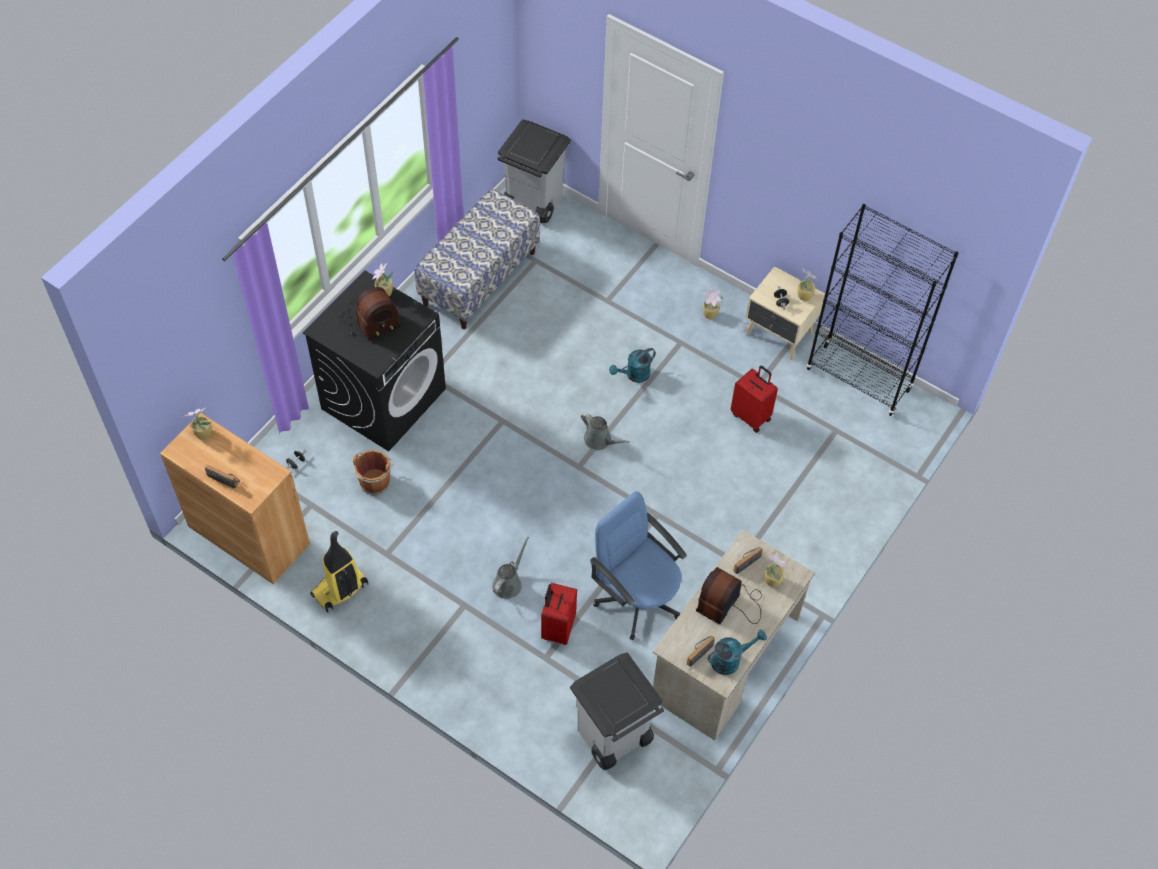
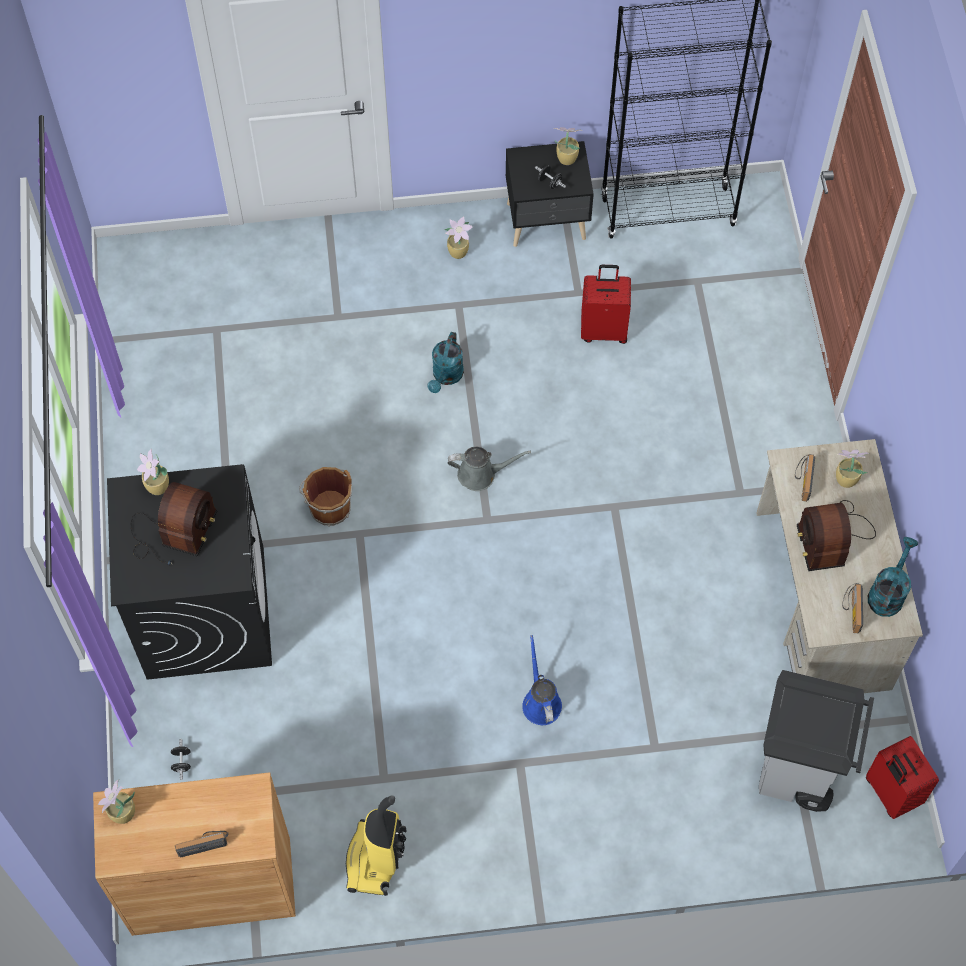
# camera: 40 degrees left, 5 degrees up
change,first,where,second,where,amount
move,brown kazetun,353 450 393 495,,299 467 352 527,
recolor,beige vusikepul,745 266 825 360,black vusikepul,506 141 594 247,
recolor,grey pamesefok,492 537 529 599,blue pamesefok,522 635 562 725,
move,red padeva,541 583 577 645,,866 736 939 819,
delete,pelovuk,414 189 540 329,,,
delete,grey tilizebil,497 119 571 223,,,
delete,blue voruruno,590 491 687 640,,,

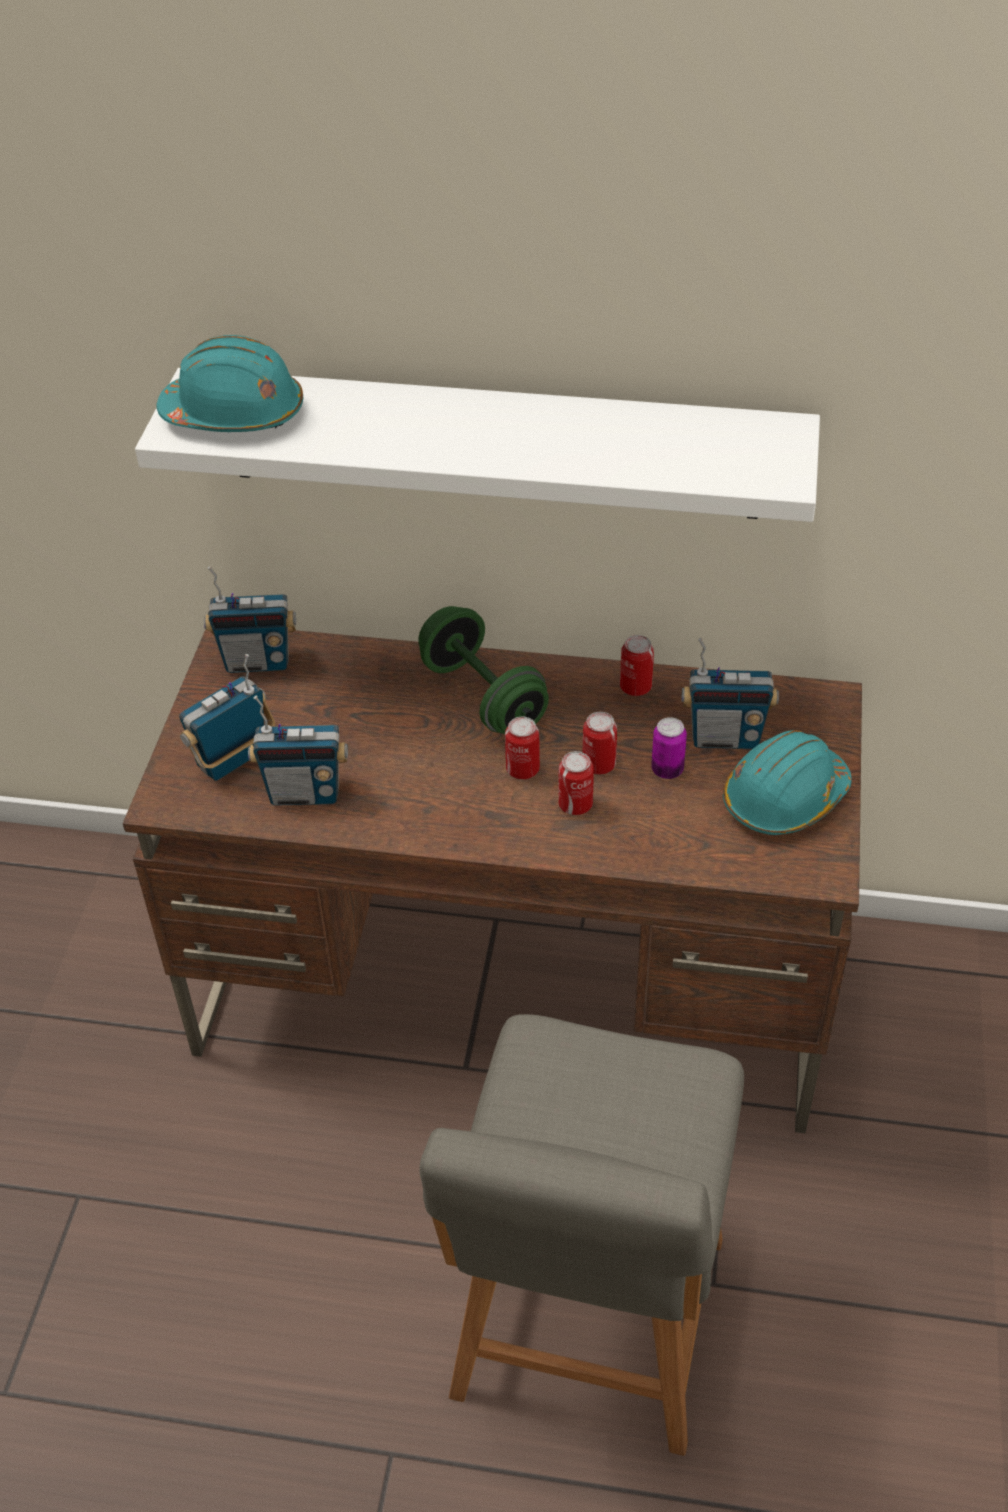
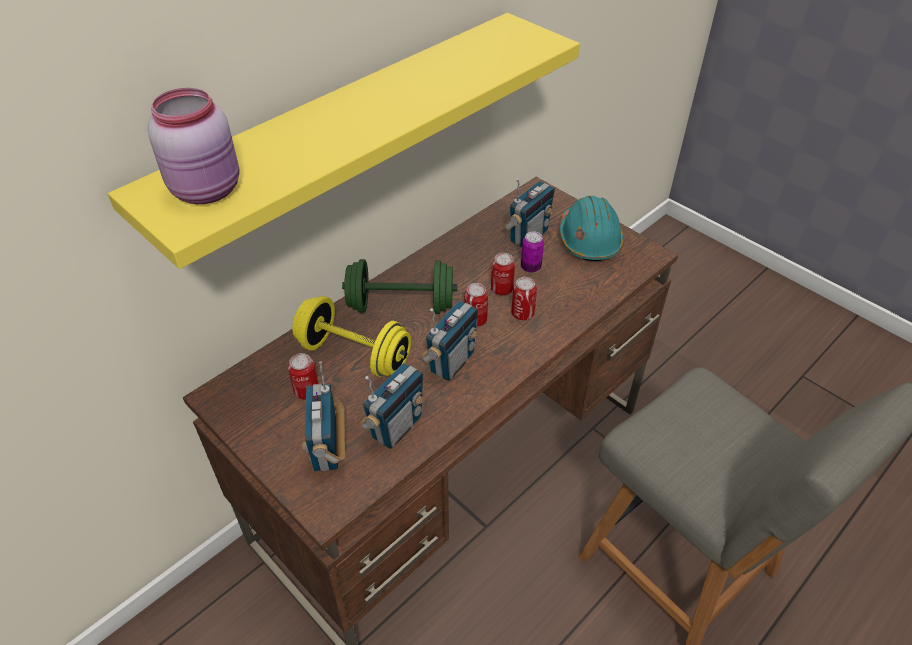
# camera: 55 degrees left, 0 degrees up
change,first,where,second,where,amount
recolor,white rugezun,135 368 820 522,yellow rugezun,108 13 580 269,
replace,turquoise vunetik,156 335 303 432,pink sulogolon,148 88 240 204,
move,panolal,620 635 654 696,,288 353 318 400,
insert,,,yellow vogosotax,292 296 411 377,
move,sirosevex,204 566 296 673,,420 301 478 381,

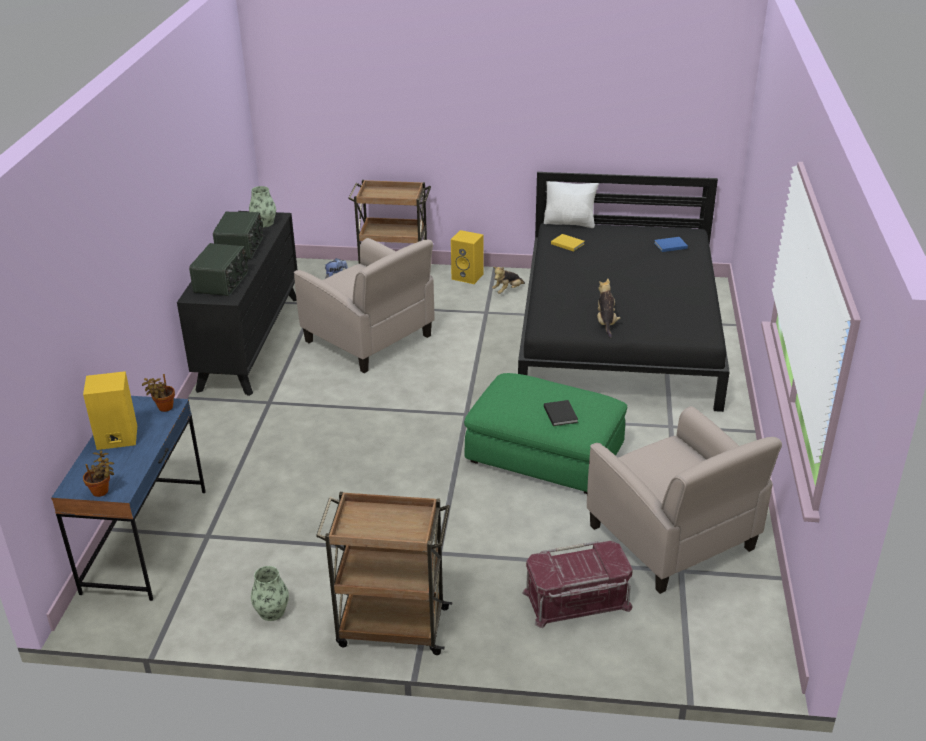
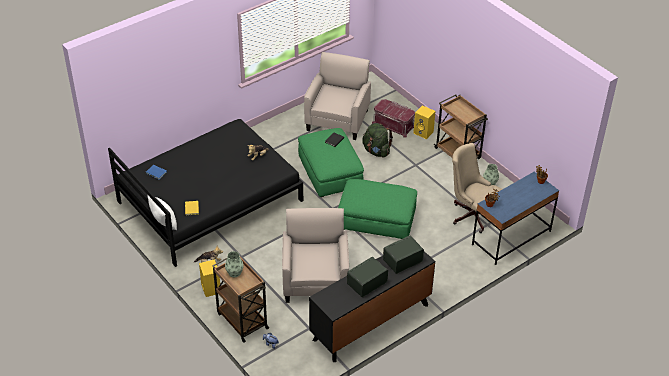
# camera: 135 degrees left, 10 degrees up
change,first,where,second,where,amount
move,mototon,249 186 276 227,,225 251 244 277,
insert,,,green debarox,338 179 417 239,
insert,,,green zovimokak,362 123 393 158,
move,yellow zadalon,83 371 137 450,,413 105 435 139,
insert,,,beige voruruno,452 143 502 233,

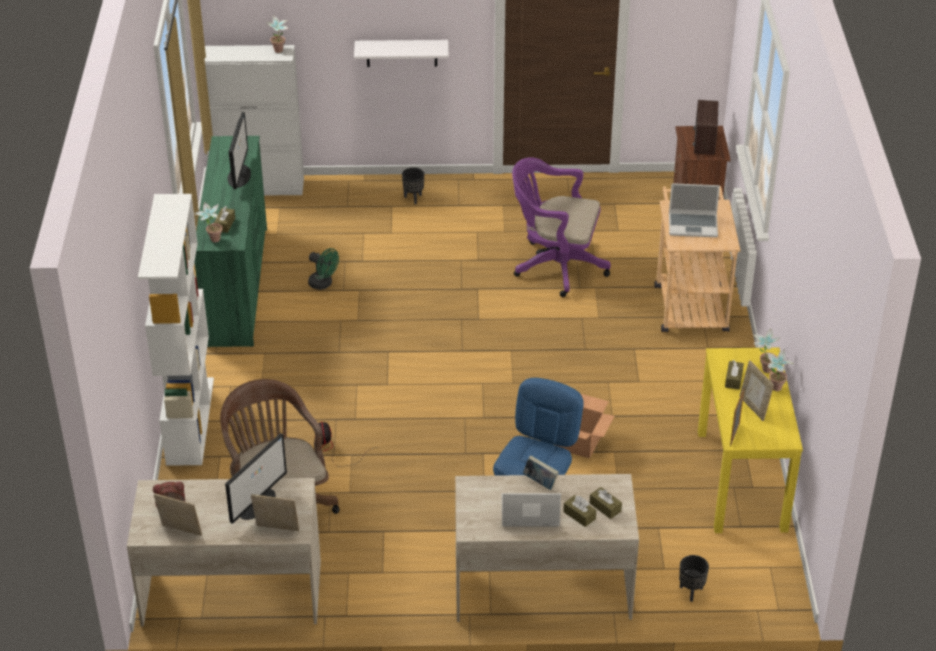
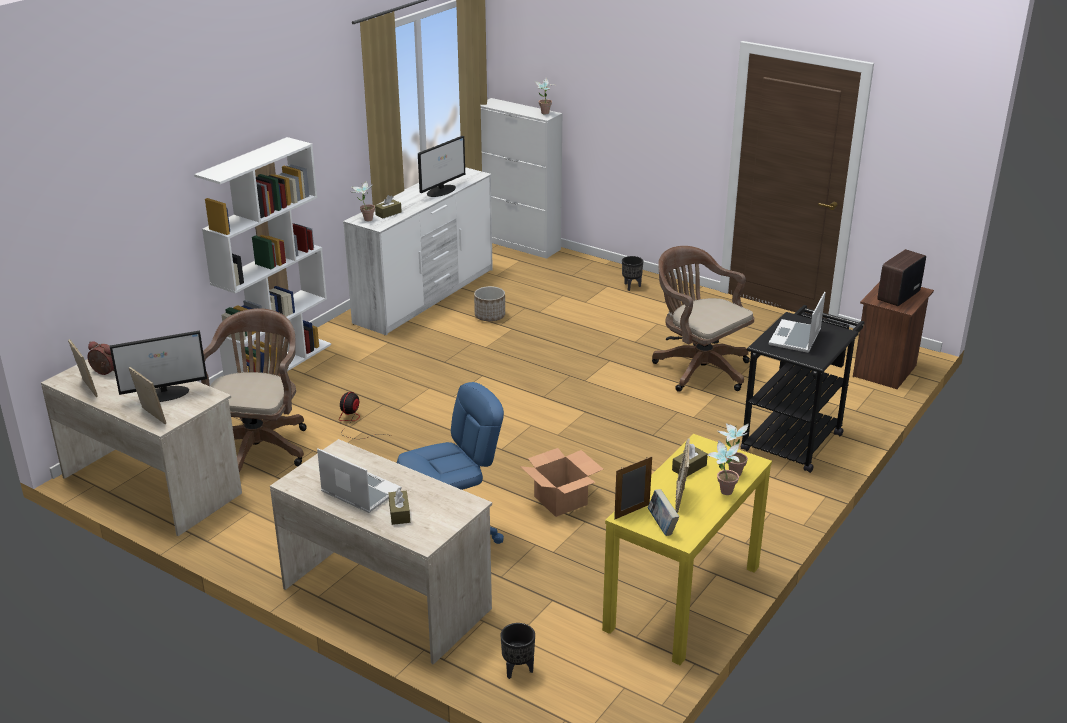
# camera: 35 degrees right, 10 degrees down
change,first,where,second,where,amount
recolor,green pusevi,194 136 267 347,white pusevi,343 167 493 336,
replace,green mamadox,308 248 339 290,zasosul,474 286 505 321,
move,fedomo,523 455 559 490,,648 489 679 536,
recolor,purple voruruno,512 157 611 297,brown voruruno,652 246 754 392,
recolor,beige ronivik,654 186 741 332,black ronivik,741 305 865 473,
rotate,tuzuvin,669 183 720 237,,769 292 826 353,75 degrees clockwise
delete,white rugezun,354 40 449 67,,,
delete,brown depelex,589 487 622 519,,,

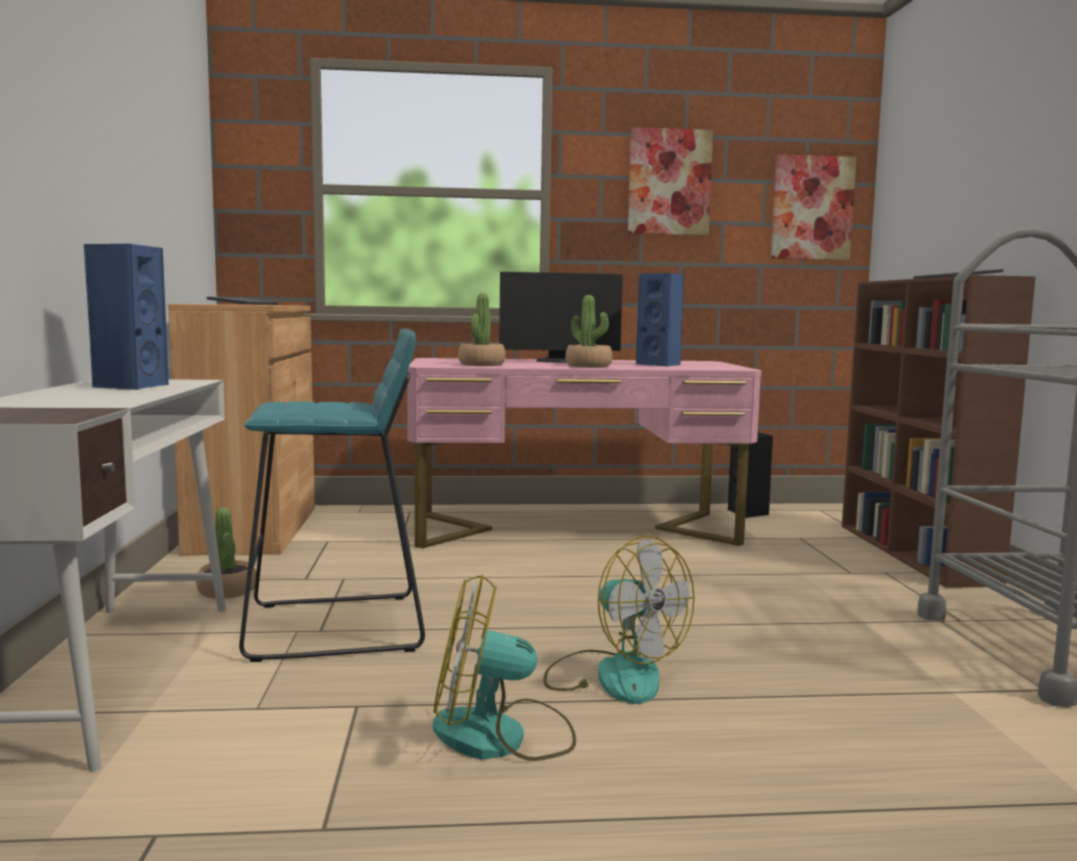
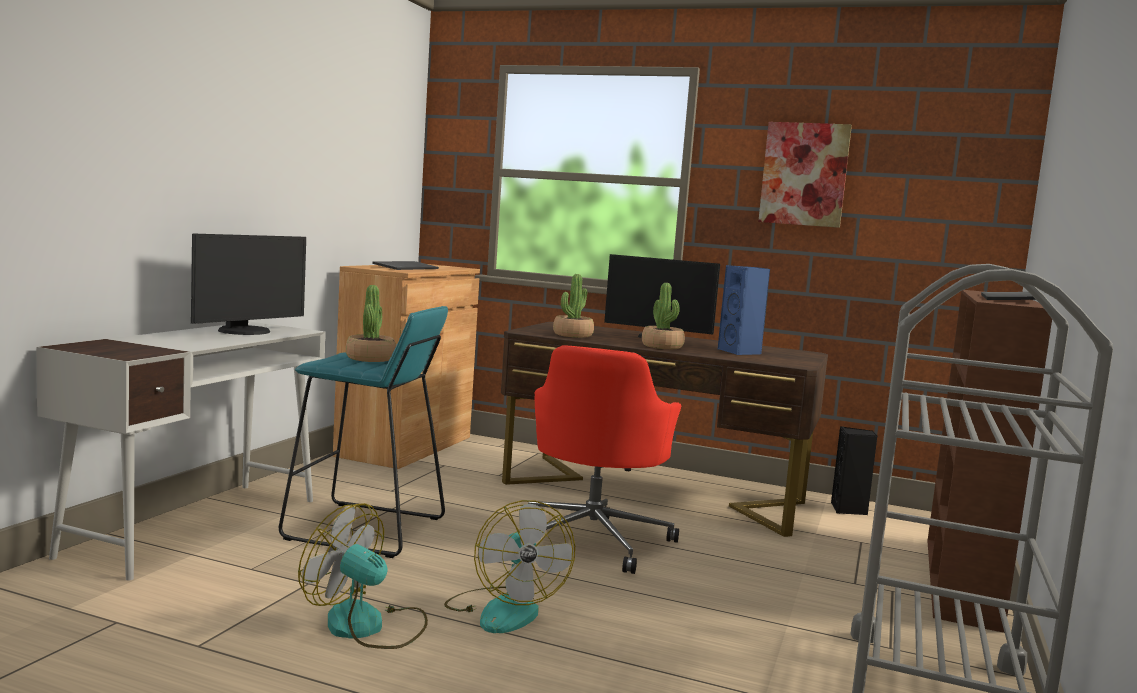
# camera: 25 degrees right, 0 degrees up
change,first,where,second,where,amount
replace,blue zadalon,84 244 169 390,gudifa,191 233 306 335,
move,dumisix,196 507 256 599,,345 285 396 362,
recolor,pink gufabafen,407 358 761 548,brown gufabafen,501 322 828 537,
insert,,,red voruruno,528 345 681 574,
delete,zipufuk,771 154 857 260,,,

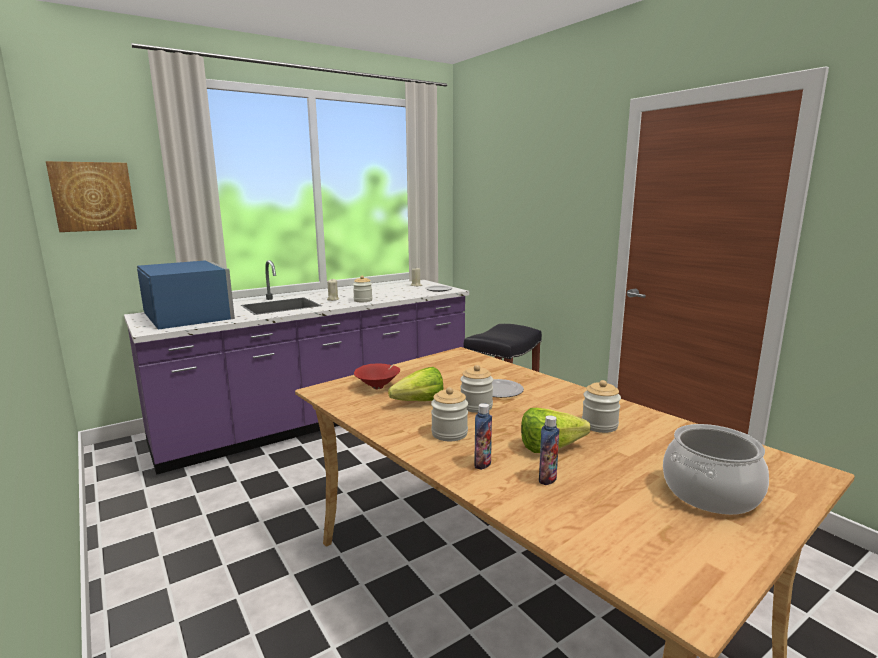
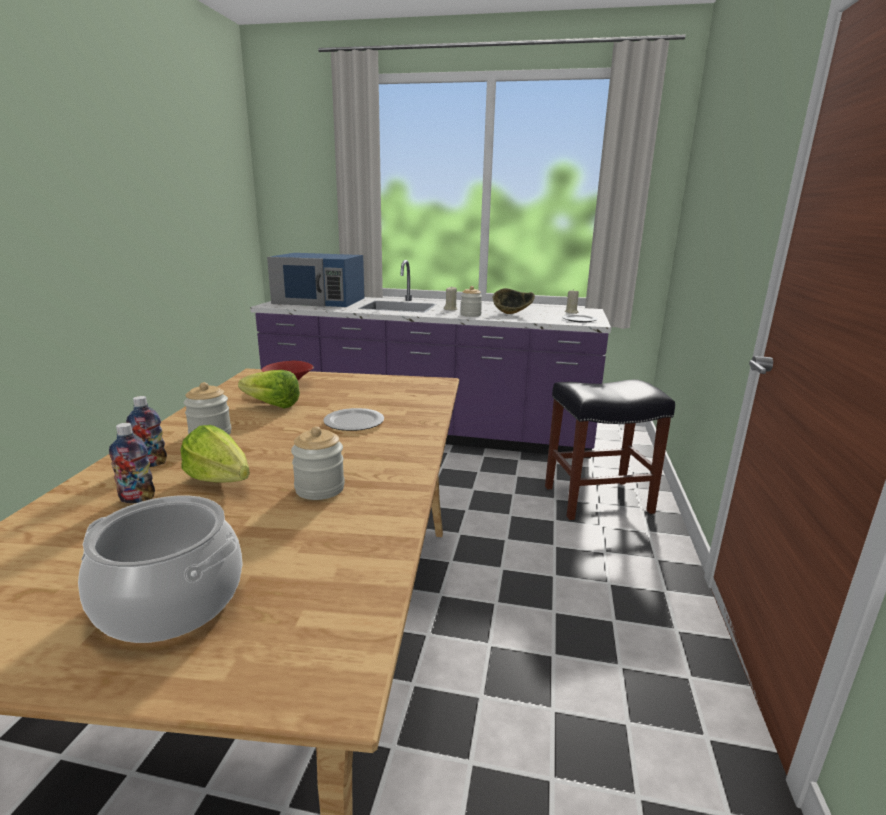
# camera: 45 degrees right, 5 degrees up
change,first,where,second,where,amount
rotate,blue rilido,137 261 235 330,,267 253 364 307,90 degrees clockwise
insert,,,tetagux,493 288 535 314,
delete,zipufuk,46 161 137 232,,,
delete,sulogolon,460 365 493 413,,,

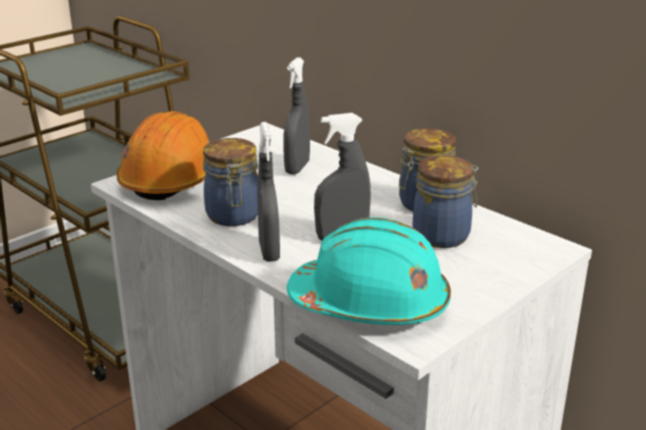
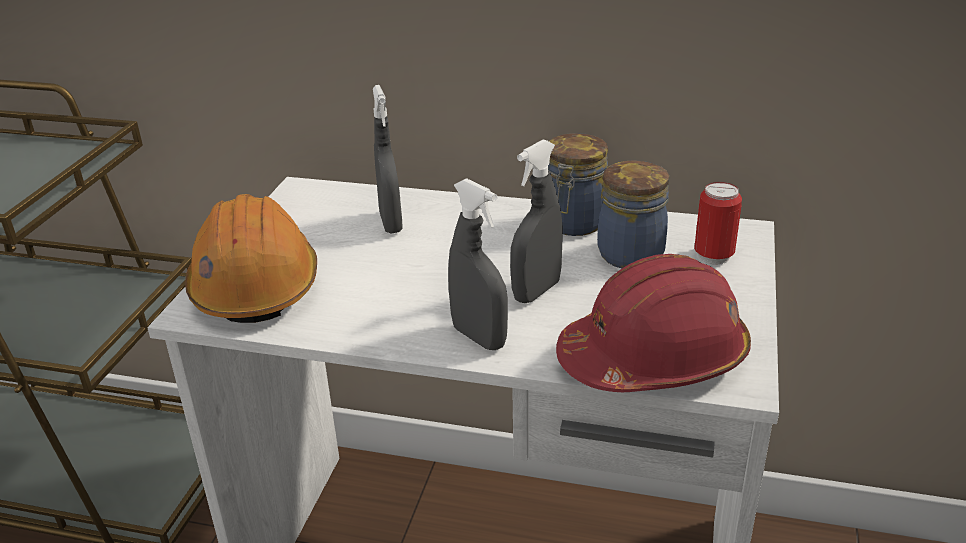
# camera: 30 degrees left, 5 degrees up
change,first,where,second,where,amount
recolor,turquoise vunetik,286 217 451 325,red vunetik,556 254 751 392,
insert,,,panolal,694 182 742 264,
delete,sulogolon,203 138 258 226,,,

